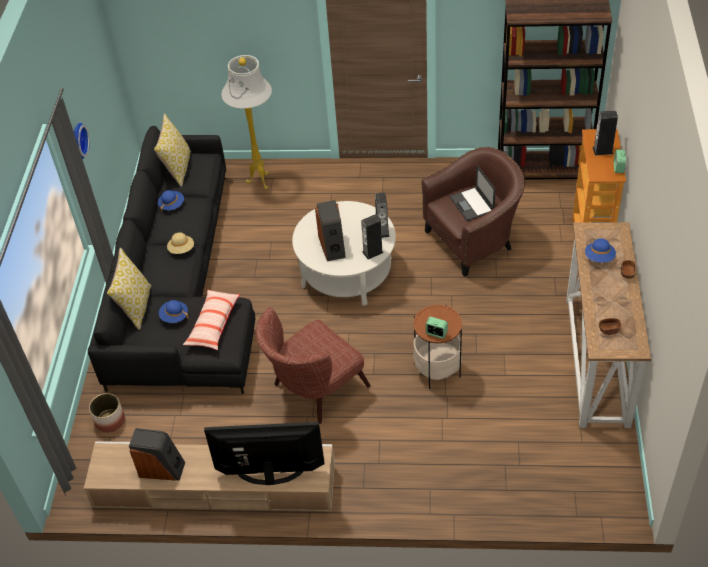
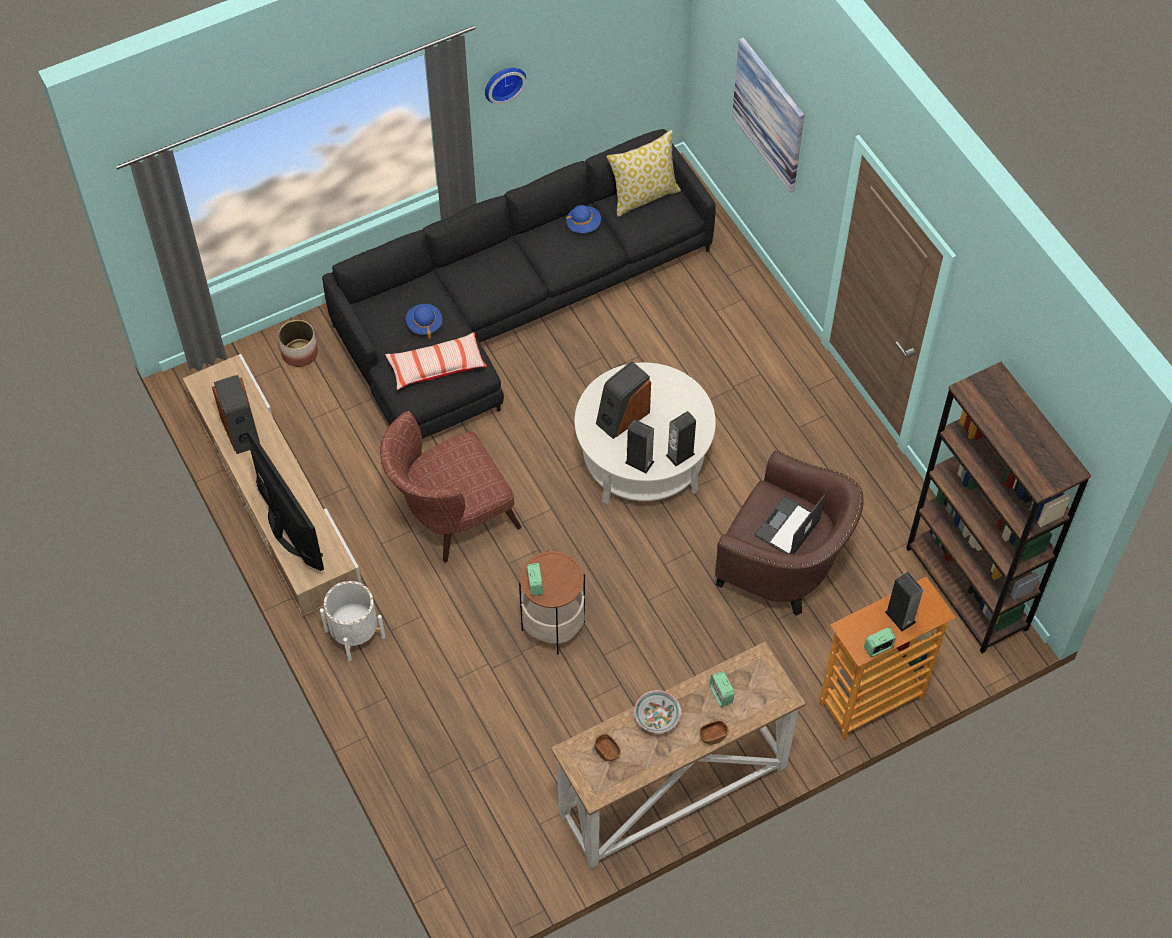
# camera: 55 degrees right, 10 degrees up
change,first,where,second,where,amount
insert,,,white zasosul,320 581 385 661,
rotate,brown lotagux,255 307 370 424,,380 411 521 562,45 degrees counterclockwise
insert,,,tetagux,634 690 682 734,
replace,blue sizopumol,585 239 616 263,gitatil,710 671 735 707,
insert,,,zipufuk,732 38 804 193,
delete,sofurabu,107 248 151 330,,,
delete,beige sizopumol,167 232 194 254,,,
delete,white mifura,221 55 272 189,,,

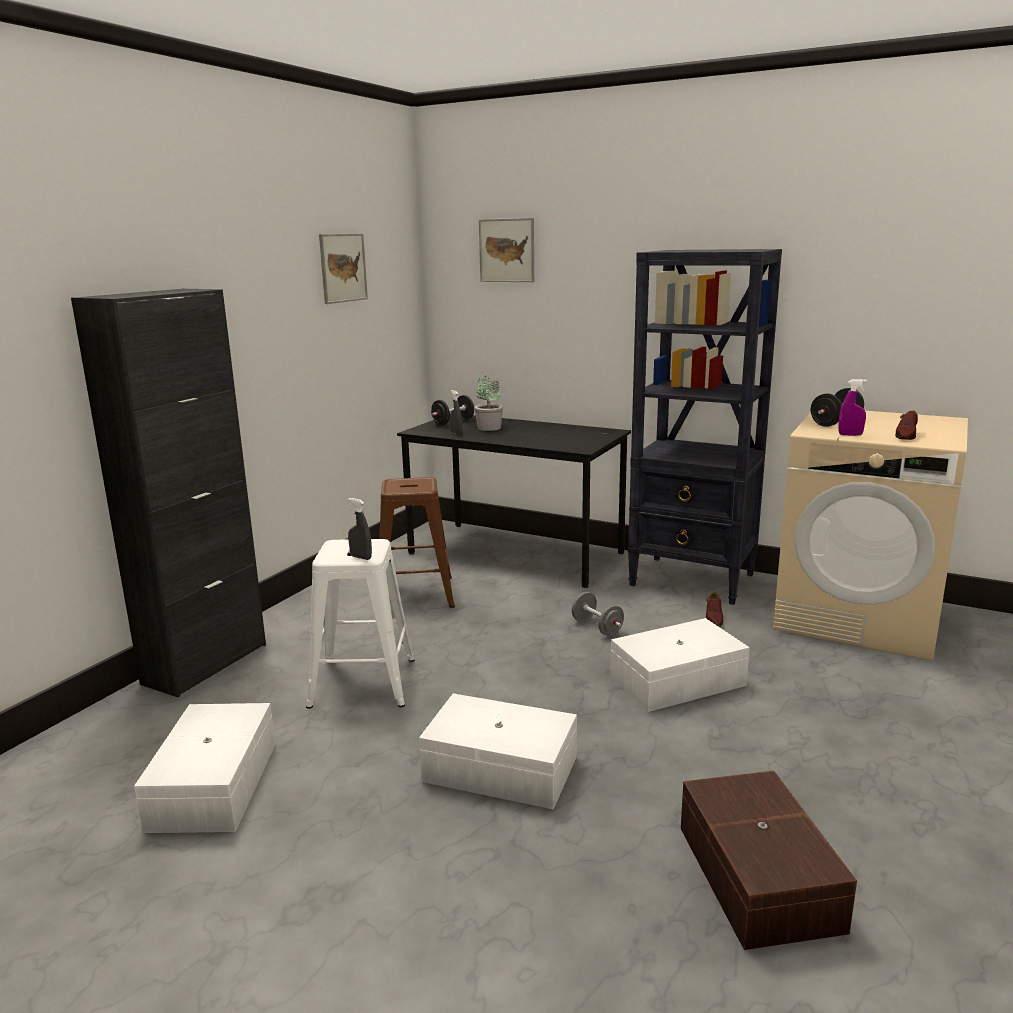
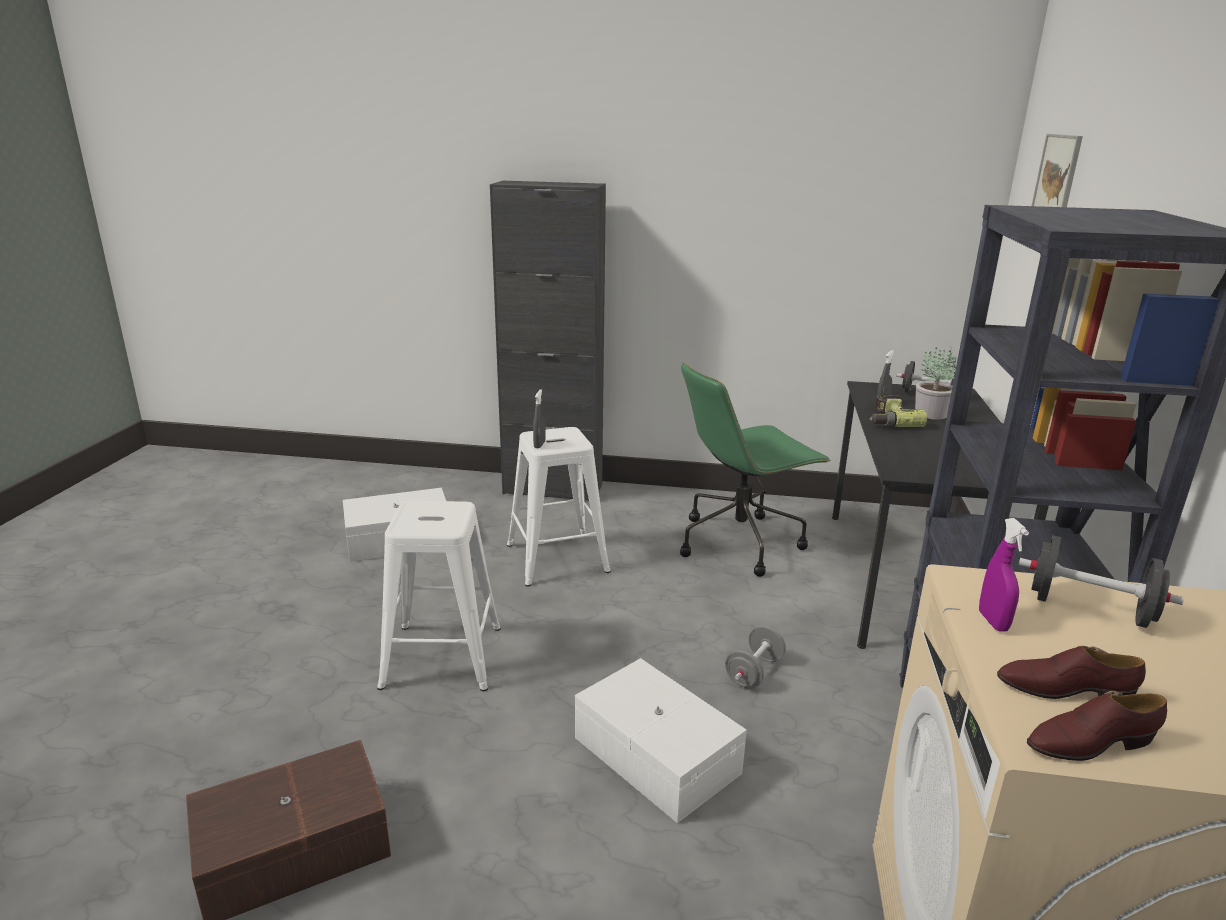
# camera: 70 degrees right, 5 degrees up
change,first,where,second,where,amount
replace,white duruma,419 693 577 809,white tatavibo,377 501 501 691,
replace,brown tatavibo,380 477 455 608,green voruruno,680 362 831 577,
insert,,,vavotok,869 394 927 427,
move,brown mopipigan,706 592 723 627,,1027 691 1167 761,
delete,zipufuk,319 234 368 304,,,

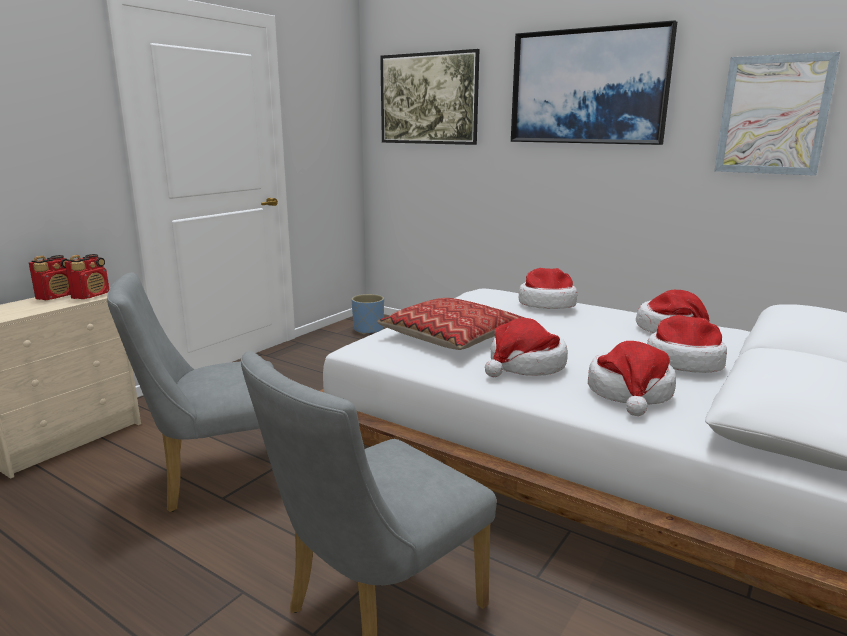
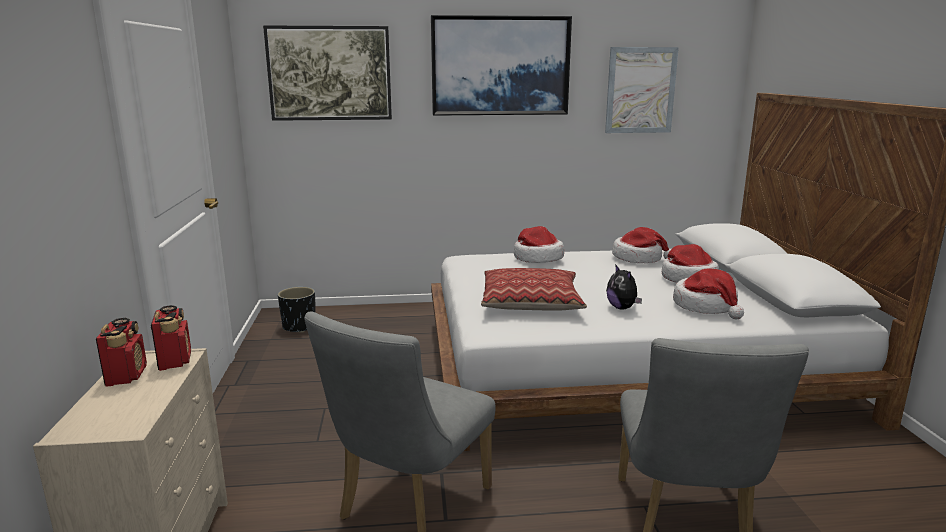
# camera: 40 degrees left, 0 degrees up
change,first,where,second,where,amount
recolor,blue zasosul,352 294 384 335,black zasosul,278 287 316 333,
replace,sizopumol,485 318 568 377,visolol,606 264 642 310,

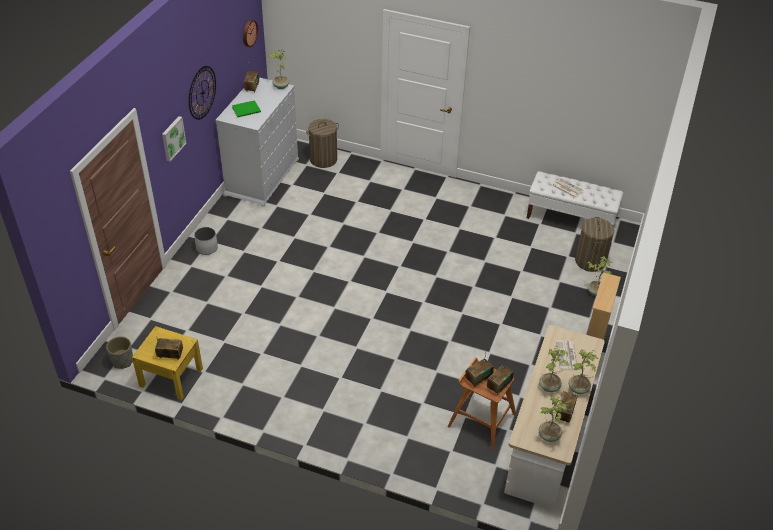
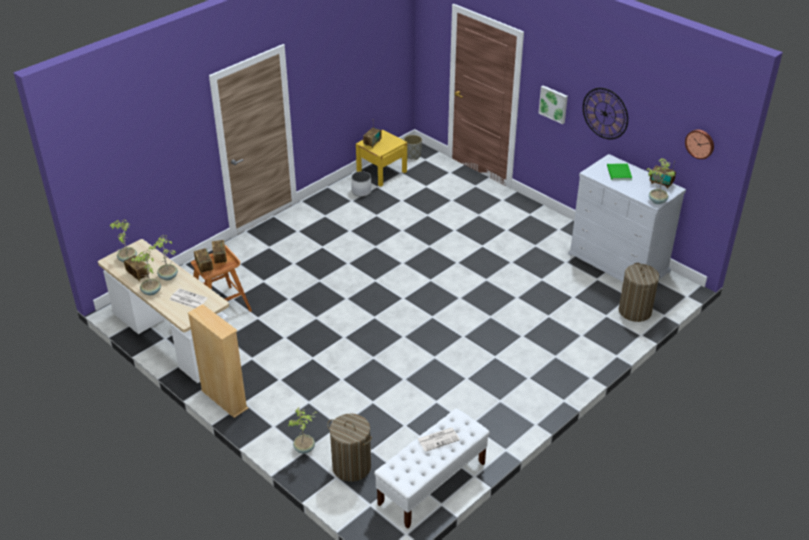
# camera: 115 degrees right, 5 degrees down
change,first,where,second,where,amount
move,white zasosul,194 227 218 255,,351 171 372 197,

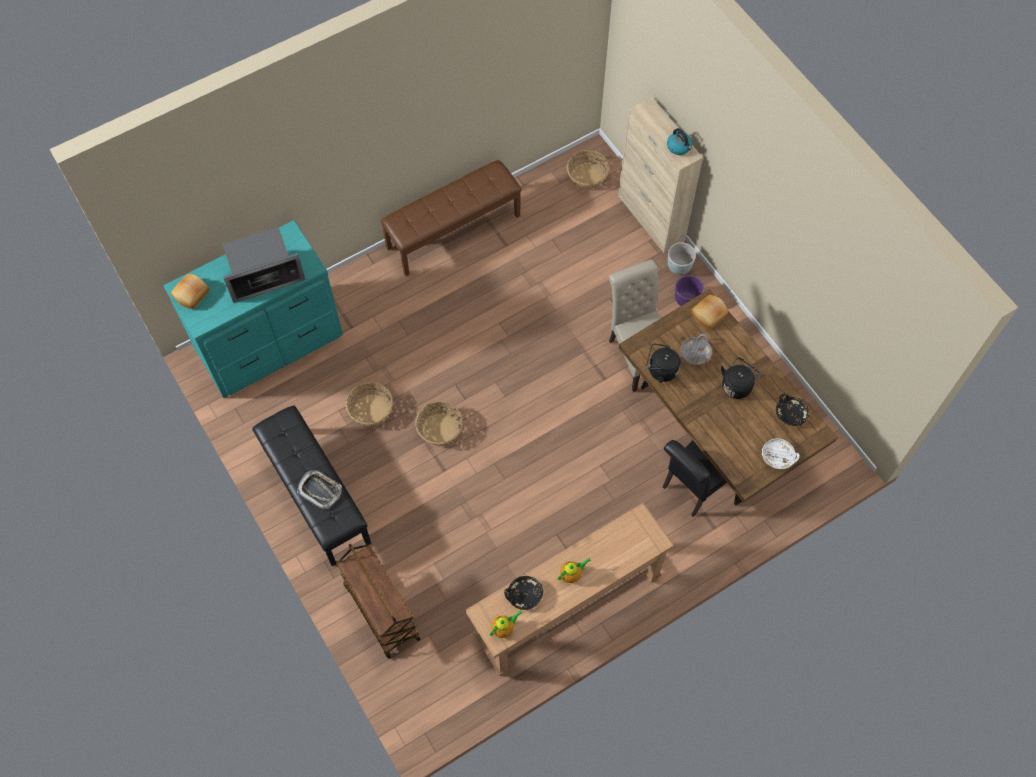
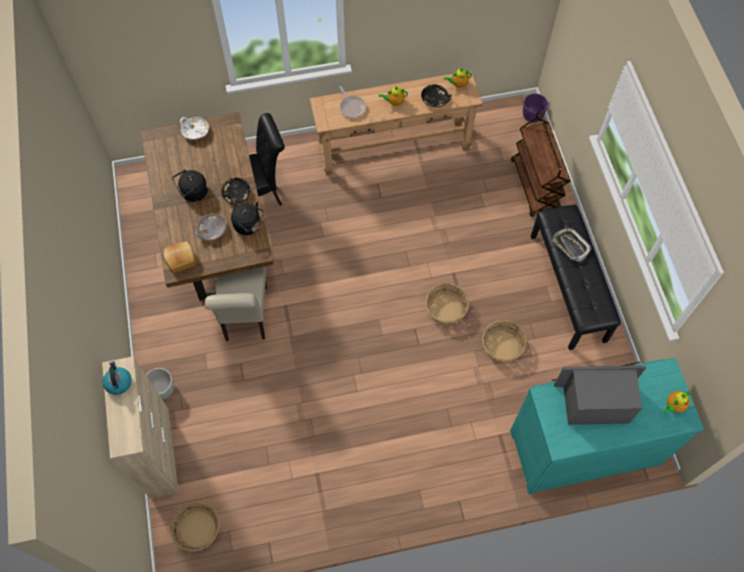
# camera: 160 degrees left, 0 degrees up
change,first,where,second,where,amount
move,black tetagux,776 393 809 426,,221 178 250 205,
insert,,,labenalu,339 86 366 118,
move,purple zasosul,675 275 704 306,,523 93 548 122,
replace,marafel,171 274 209 309,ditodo,663 391 691 413,
delete,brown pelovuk,380 160 522 276,,,

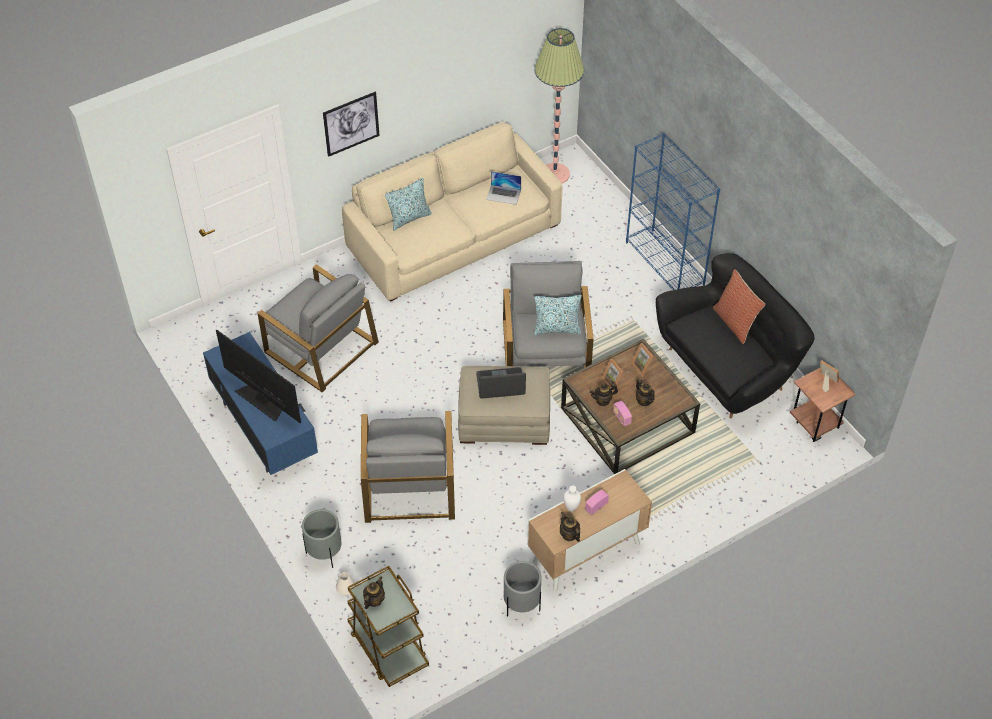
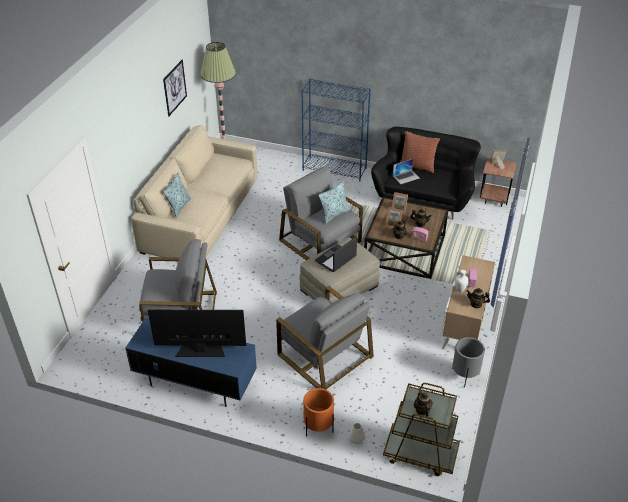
# camera: 40 degrees left, 10 degrees down
change,first,where,second,where,amount
move,zipufuk,323 92 380 157,,163 60 187 117,
recolor,grey zasosul,302 509 341 568,orange zasosul,303 388 334 437,
move,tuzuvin,486 171 521 205,,393 159 420 184,

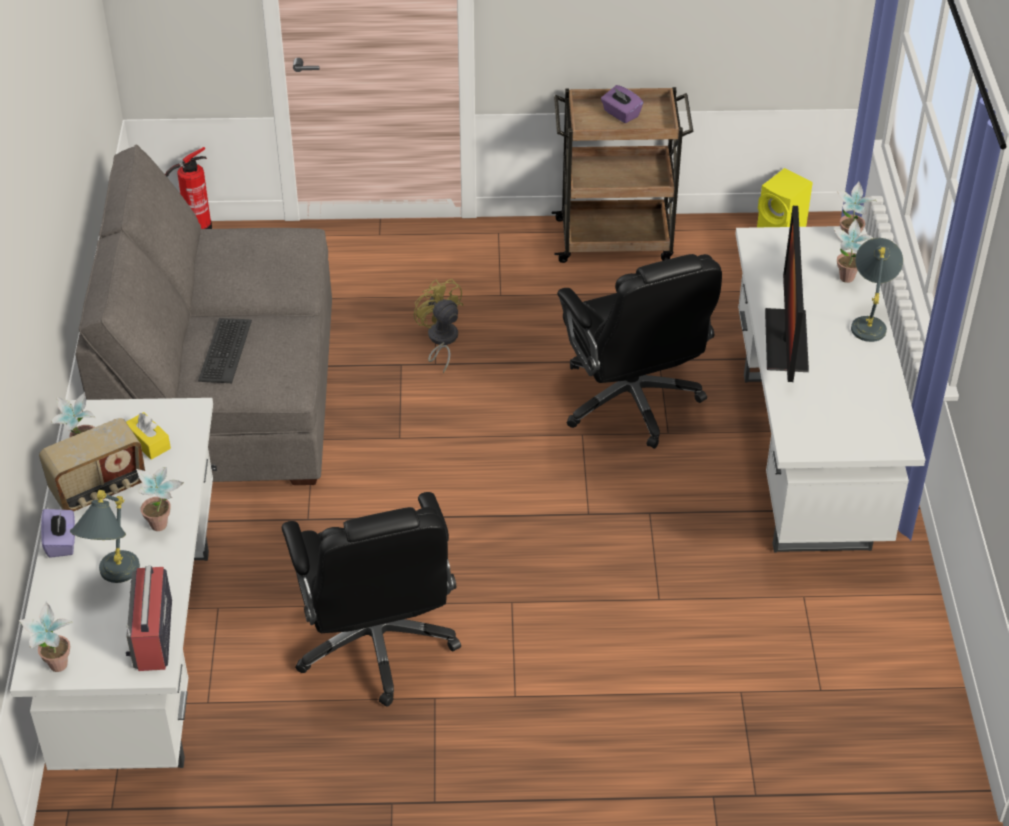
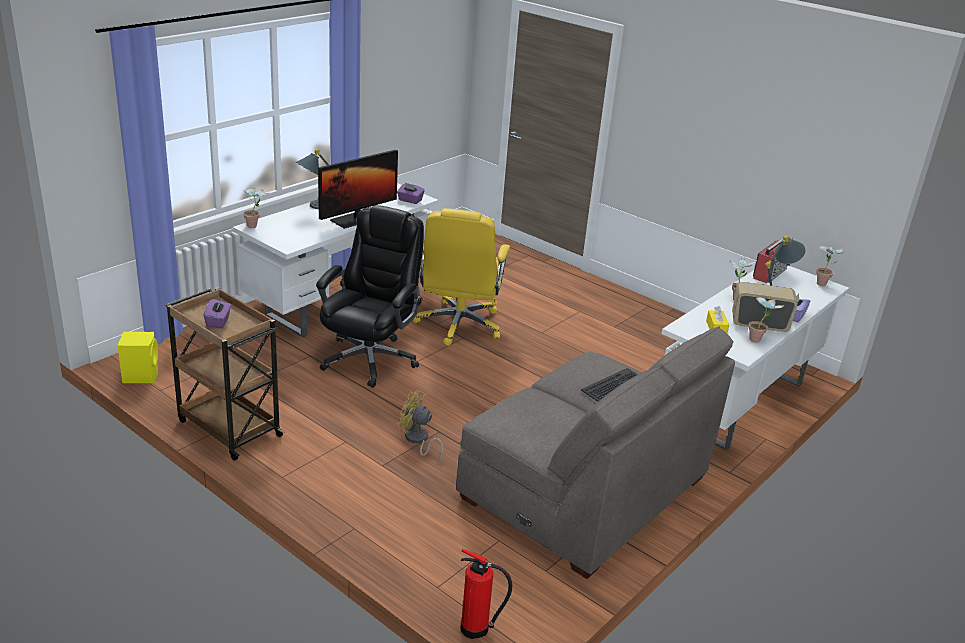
# camera: 140 degrees left, 15 degrees down
change,first,where,second,where,amount
insert,,,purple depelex,397 183 425 204,
rotate,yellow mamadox,414 279 463 374,,399 390 443 460,105 degrees clockwise
insert,,,yellow voruruno,413 208 510 346,
delete,black voruruno,282 492 461 707,,,
delete,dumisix,834 219 874 283,,,

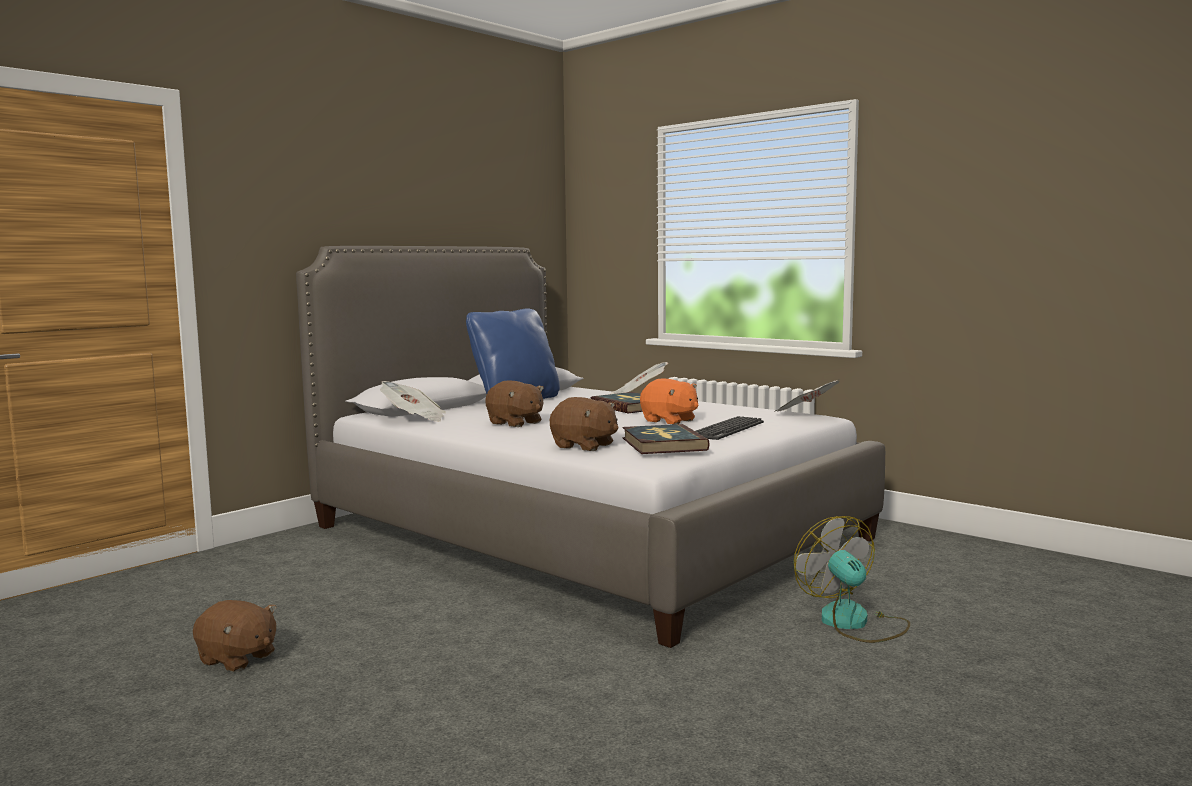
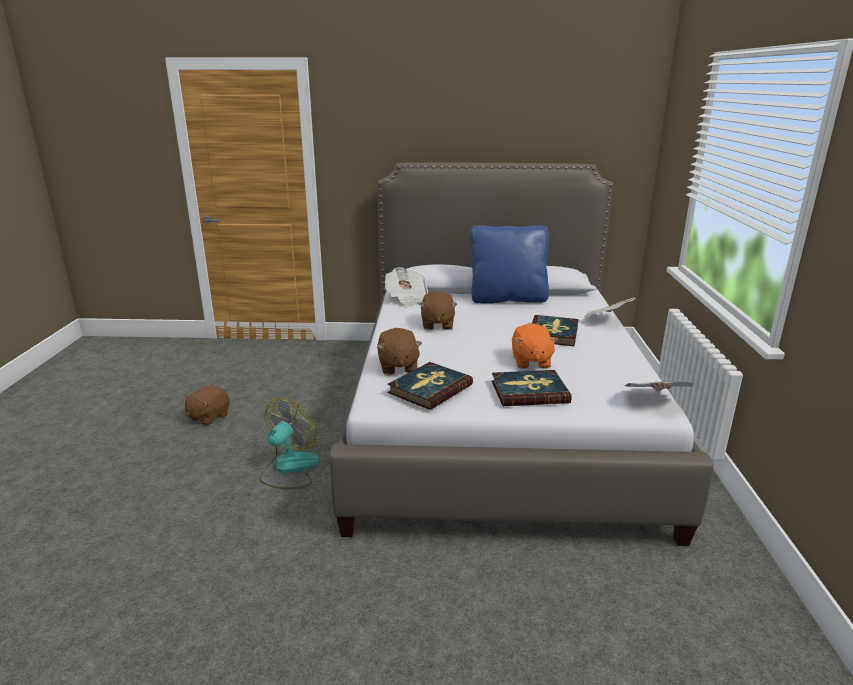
# camera: 50 degrees right, 15 degrees up
change,first,where,second,where,amount
rotate,brown visolol,193 600 276 672,,183 385 230 426,45 degrees clockwise
move,mamadox,794 516 910 643,,259 398 320 489,
replace,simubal,695 416 764 440,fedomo,492 370 572 406,

